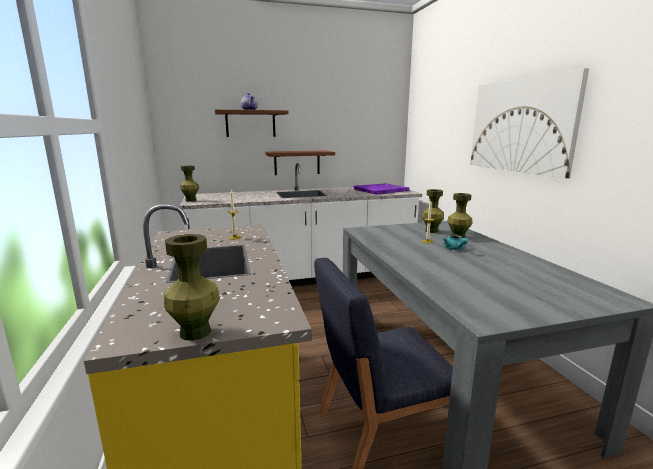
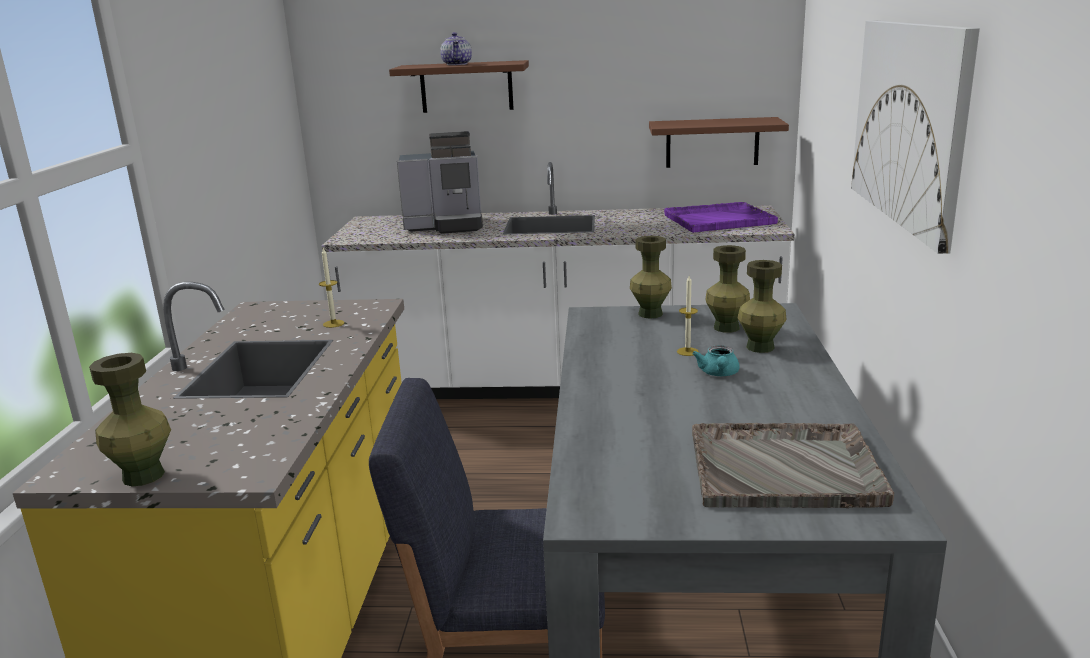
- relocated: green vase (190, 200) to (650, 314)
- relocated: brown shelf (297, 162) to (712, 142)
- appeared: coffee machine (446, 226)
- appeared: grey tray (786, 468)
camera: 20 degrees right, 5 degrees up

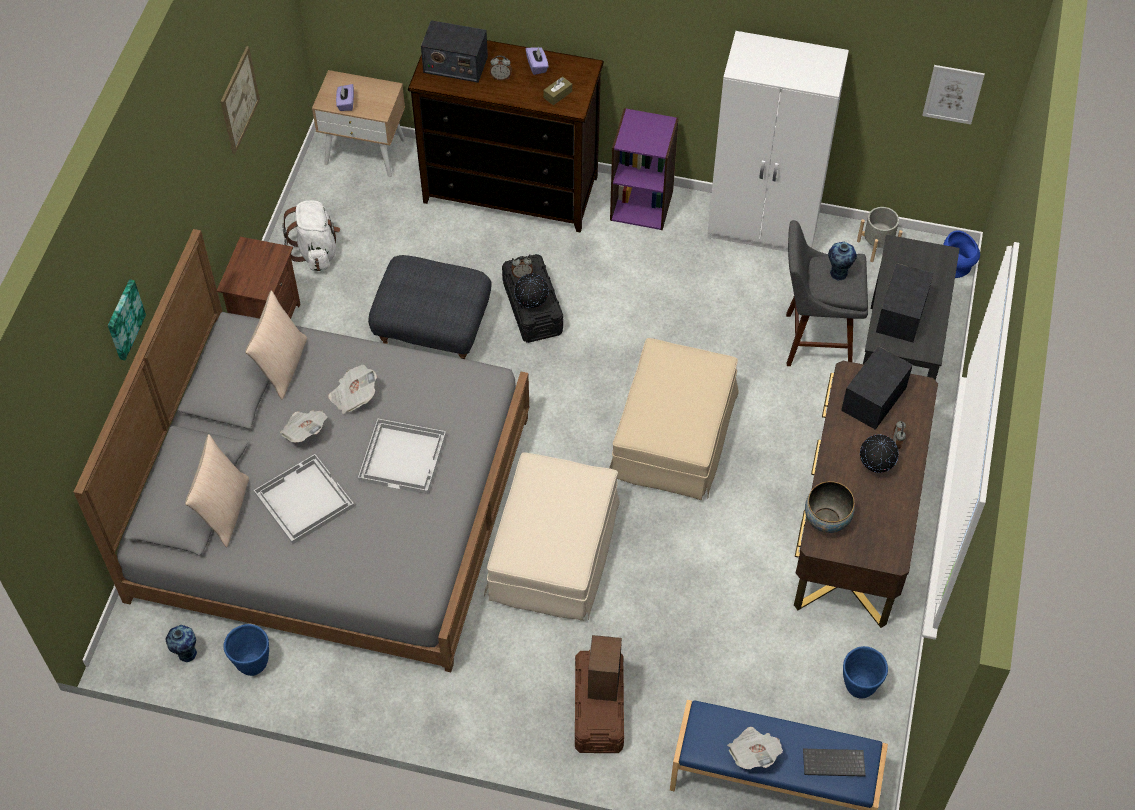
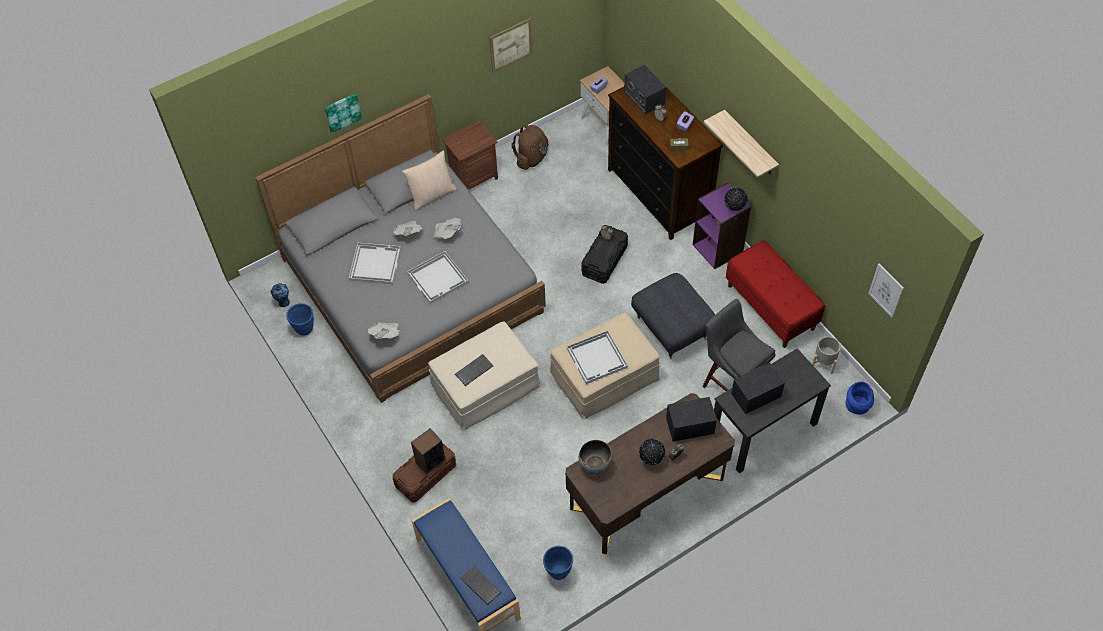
- missing: beige pillow (224, 510)
- colour: white backpack (316, 251) to brown backpack (532, 158)
- relocated: grey ottoman (433, 328) to (672, 328)
- relocated: globe (531, 303) to (734, 208)
- exchanged: white wardrobe (764, 228) to red bench (771, 307)
- relocated: newspaper (753, 753) to (386, 334)
- missing: vase (838, 274)
- appeared: keyboard (474, 369)
- appeared: white tray (597, 358)
- appeared: shelf (750, 144)
camera: 45 degrees right, 0 degrees up

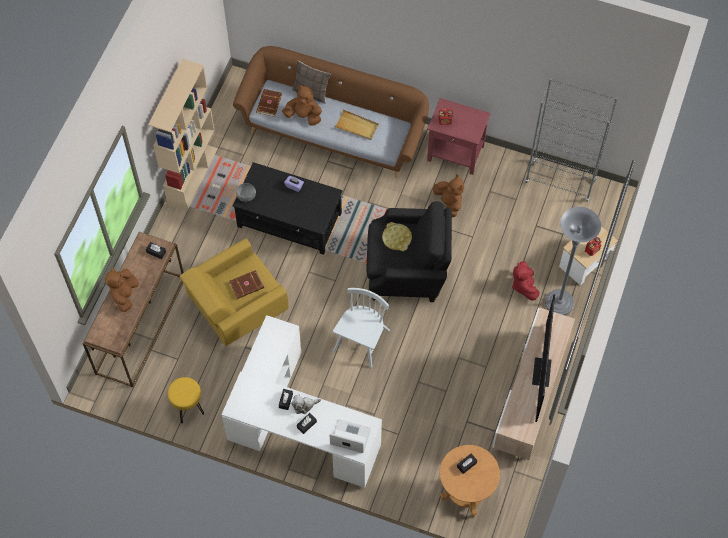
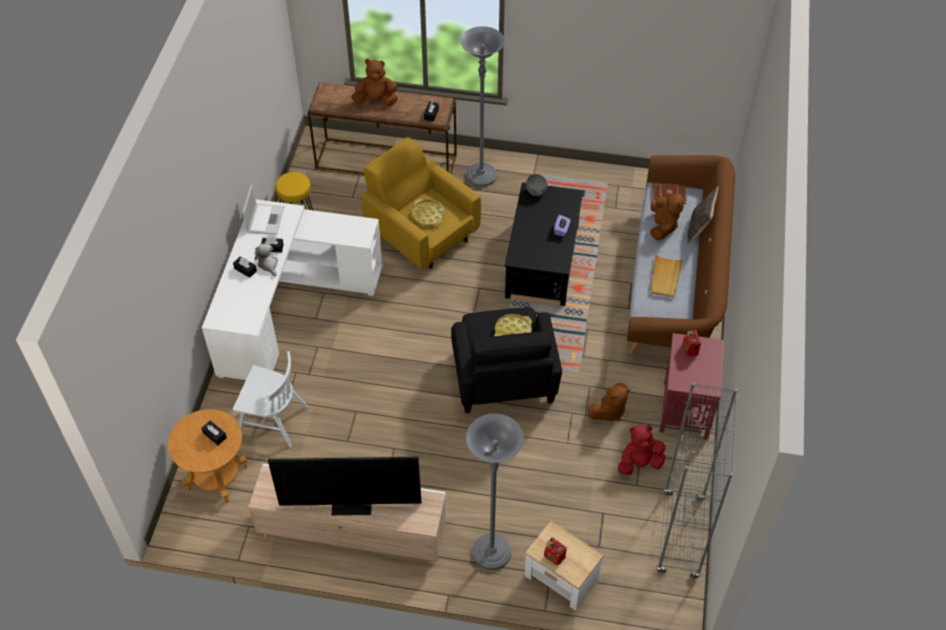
- missing: beige bookcase (192, 176)
- exchanged: brown book (247, 286) to yellow tray (428, 215)
- relocated: laptop (349, 436) to (265, 219)
- relocated: white chair (361, 341) to (273, 420)
- relocated: red plush toy (524, 286) to (639, 463)
- appeared: grey floor lamp (481, 176)
camera: 80 degrees right, 10 degrees down

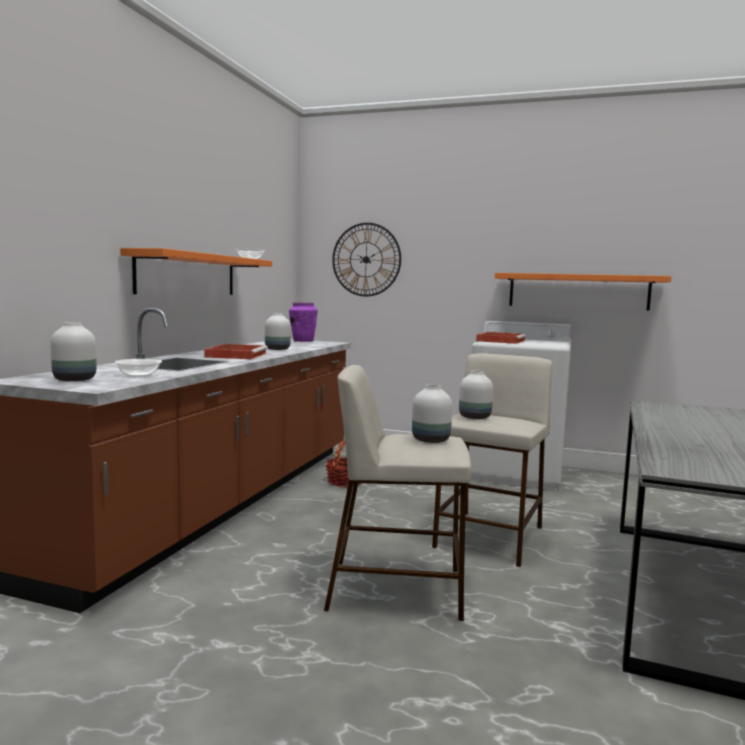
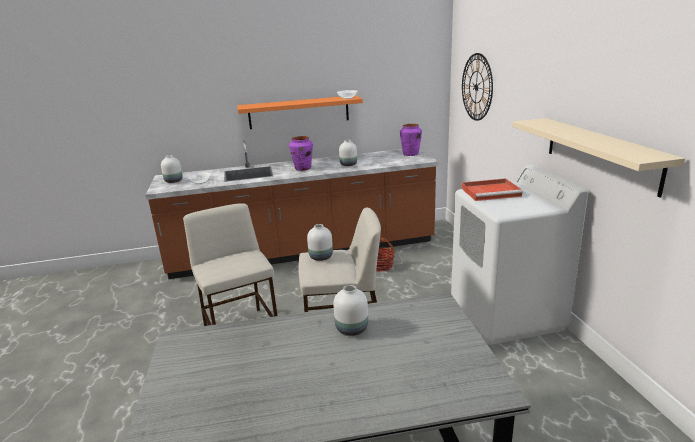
- exchanged: red tray (236, 355) to purple vase (303, 168)
- relocated: white vase (430, 440) to (351, 329)
- colour: orange shelf (578, 291) to beige shelf (600, 153)
camera: 60 degrees right, 15 degrees up

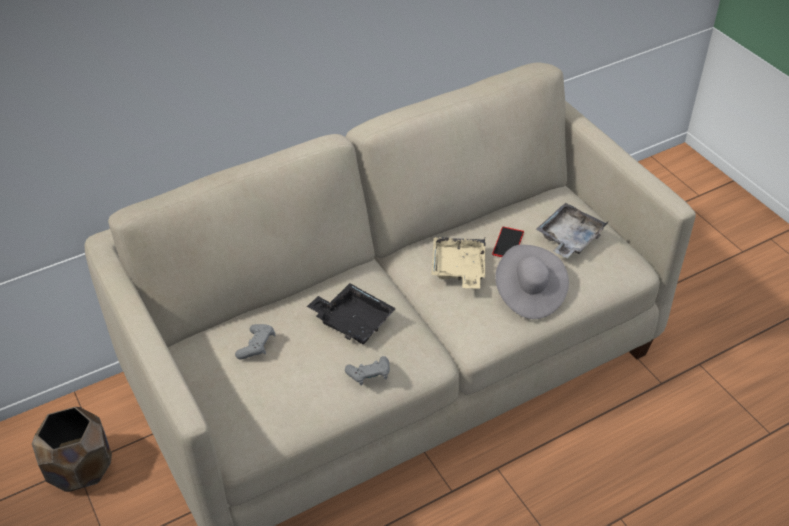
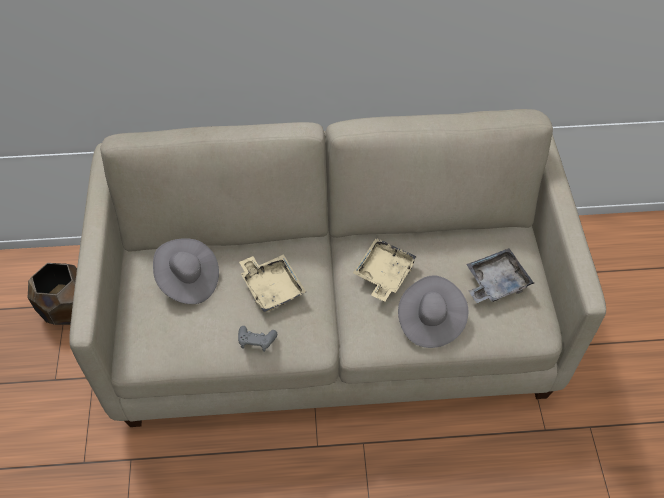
- exchanged: grey game controller (257, 347) to grey hat (188, 280)
- colour: black tray (353, 321) to beige tray (272, 287)
- missing: phone (508, 243)
camera: 25 degrees right, 10 degrees up

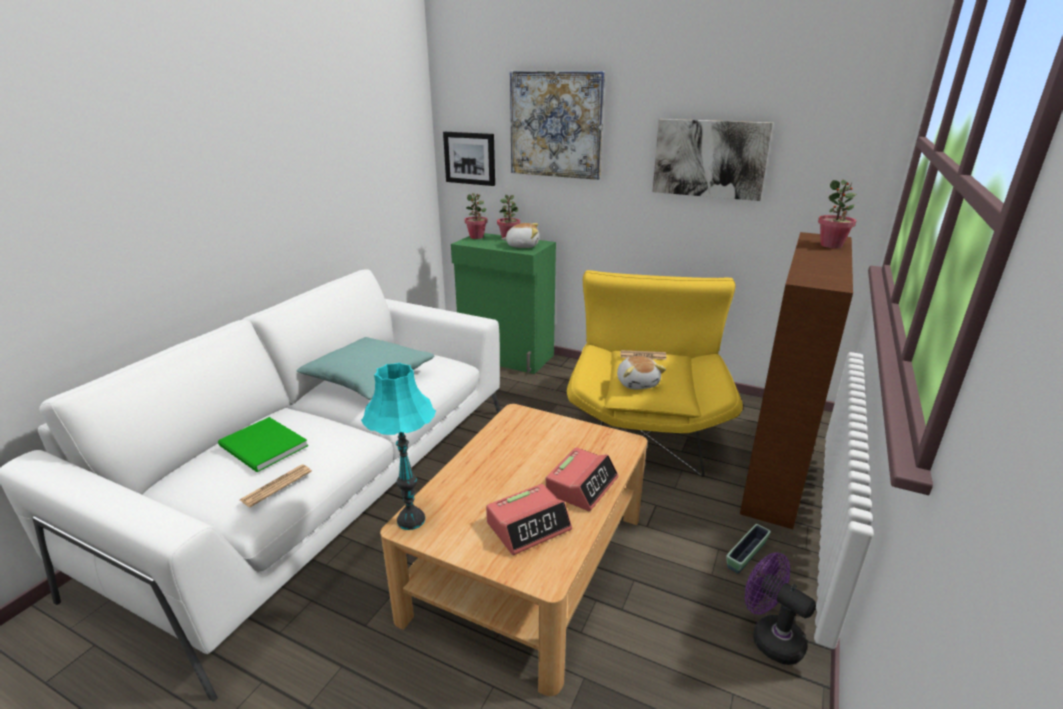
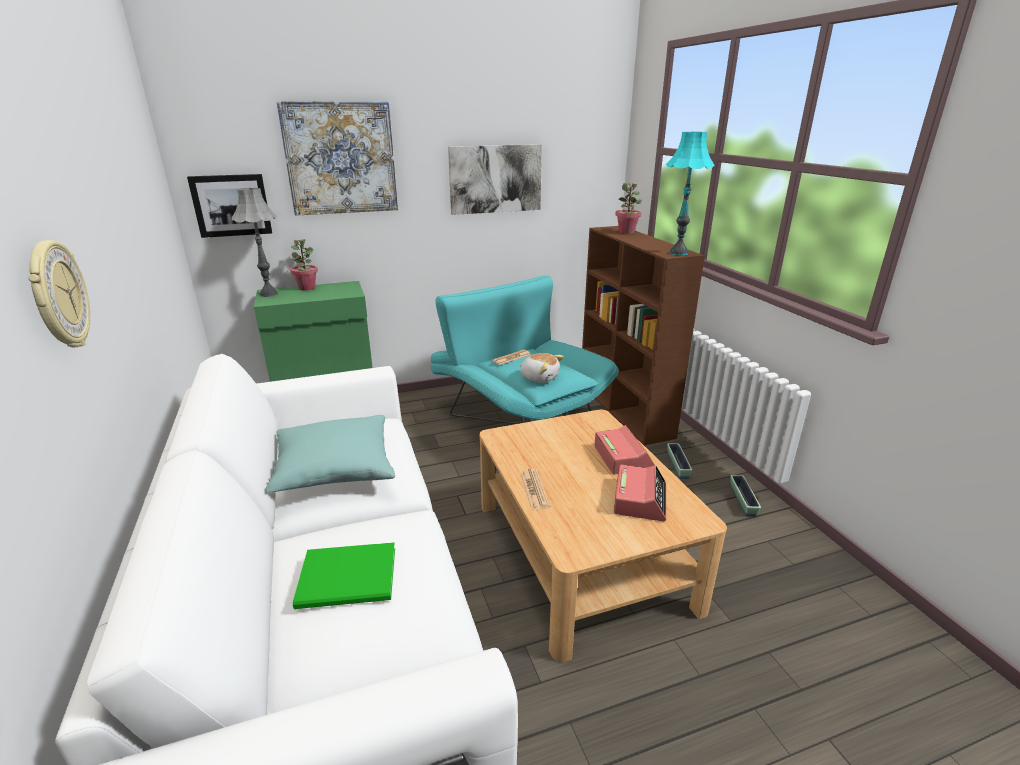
- relocated: newspaper (276, 486) to (534, 489)
- relocated: turquoise table lamp (411, 520) to (679, 253)
- exchanged: potted plant (477, 237) to grey table lamp (268, 294)
- missing: plush toy (522, 246)
- colour: yellow armchair (645, 424) to turquoise armchair (517, 418)
- exchanged: purple fan (770, 637) to planter (742, 501)
- appeared: wall clock (57, 296)
camera: 45 degrees left, 0 degrees up

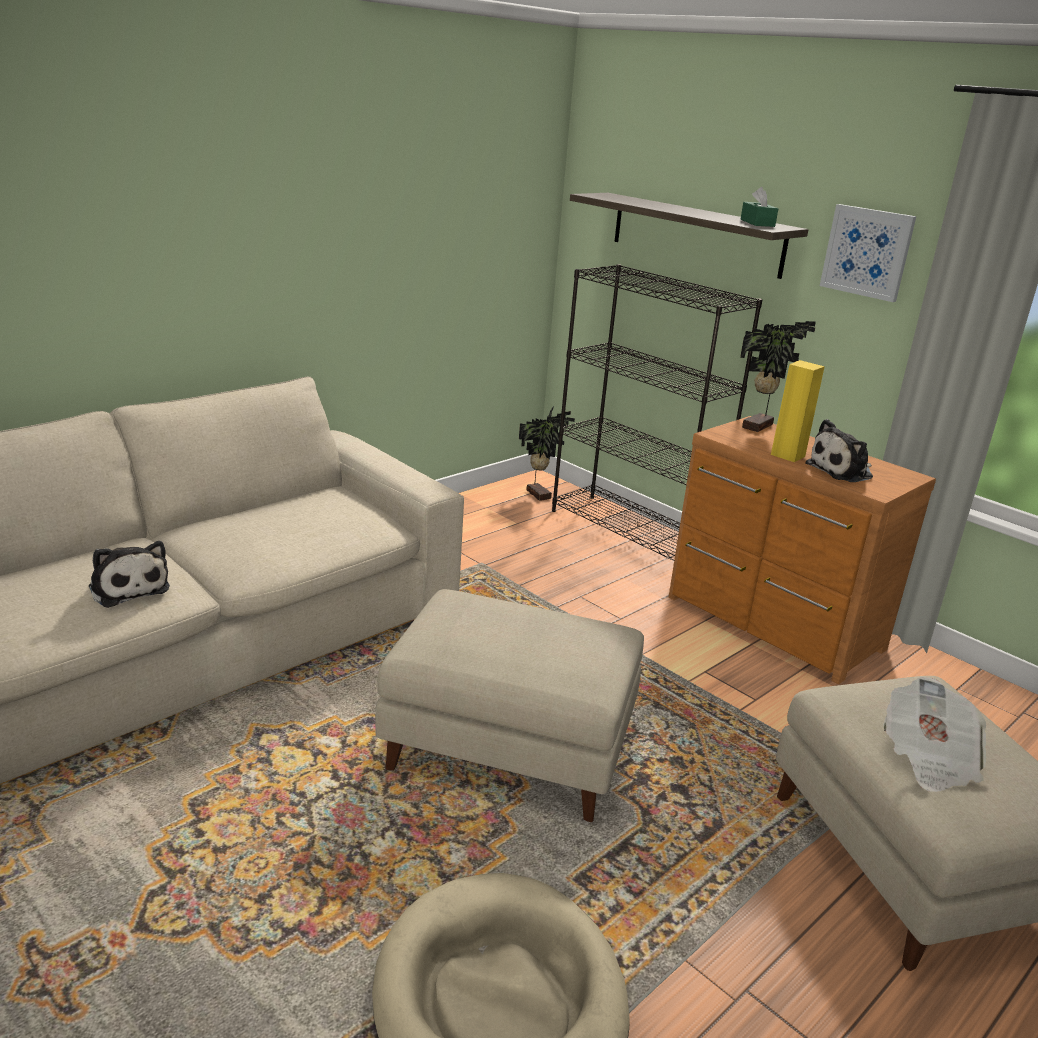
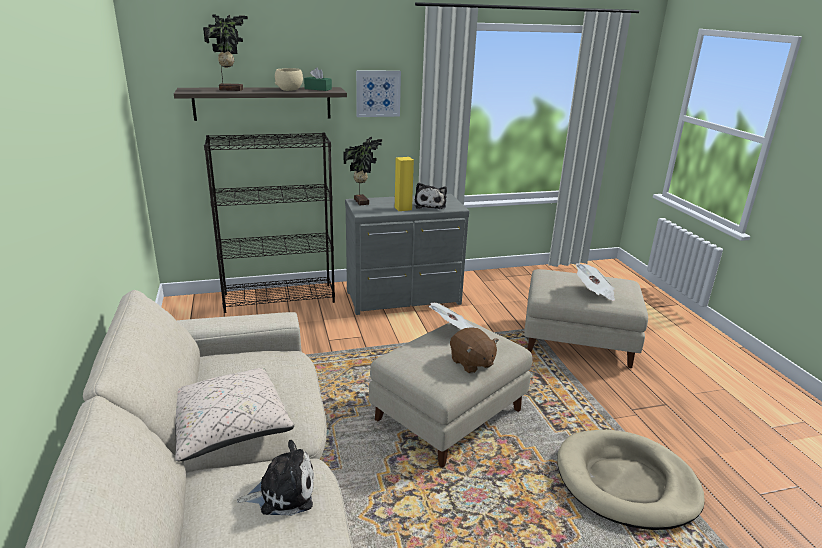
- relocated: potted plant (539, 494) to (231, 89)
- colour: brown dresser (772, 625) to grey dresser (405, 299)
- appeared: beige pillow (227, 427)
- appeared: beige bowl (289, 90)
- appeared: newspaper (453, 329)
- appeared: brown plush toy (471, 363)
camera: 60 degrees left, 0 degrees up

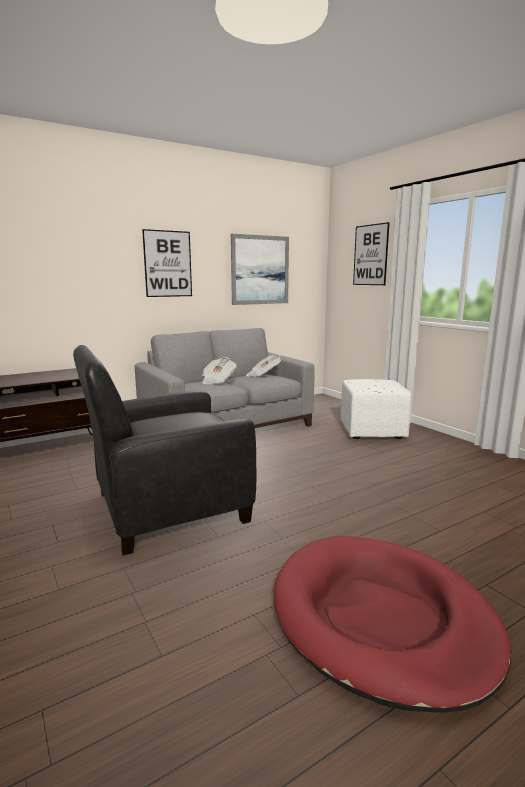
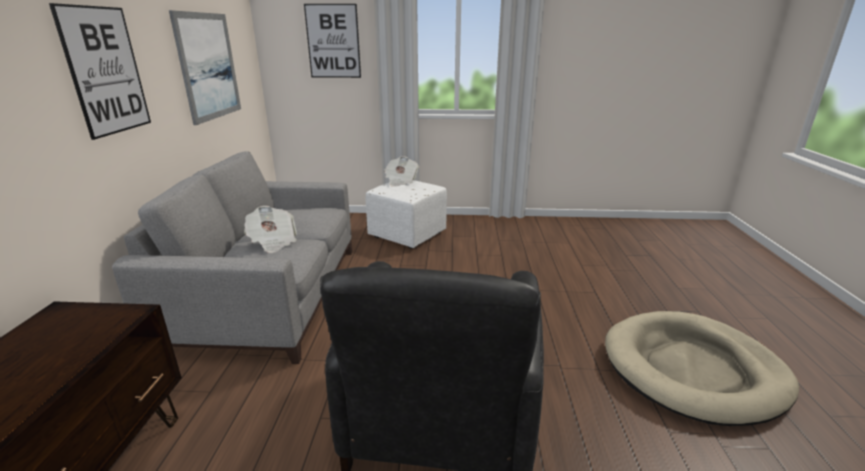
- relocated: newspaper (263, 375) to (401, 181)
- colour: red dog bed (381, 620) to beige dog bed (692, 370)
camera: 55 degrees left, 10 degrees up

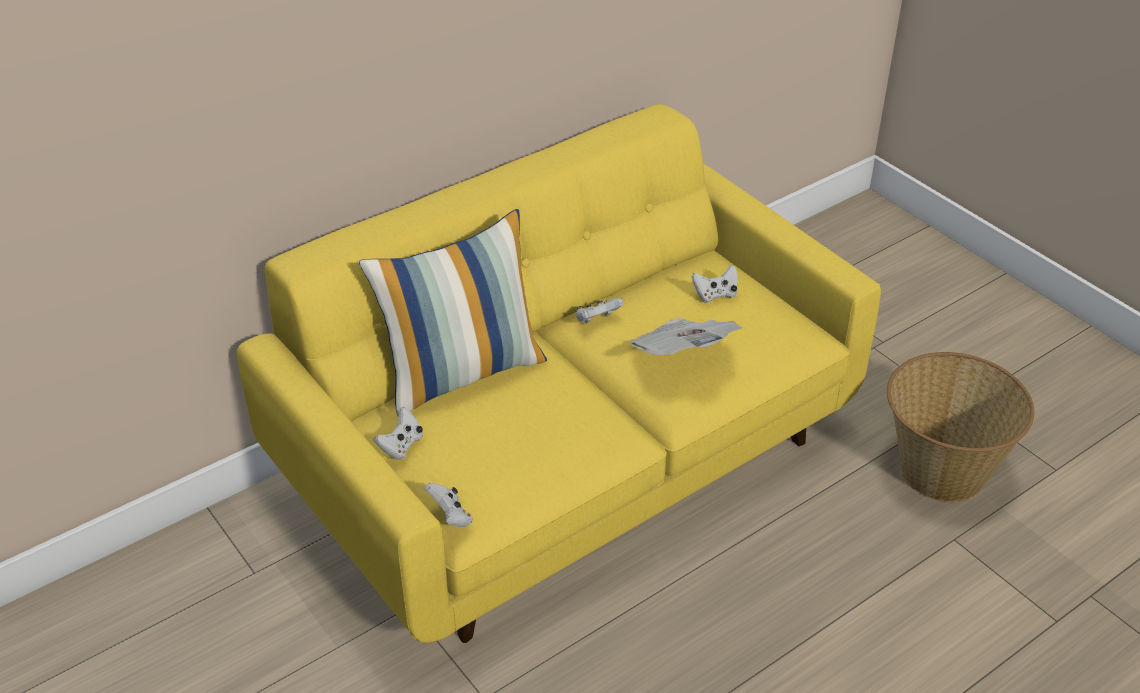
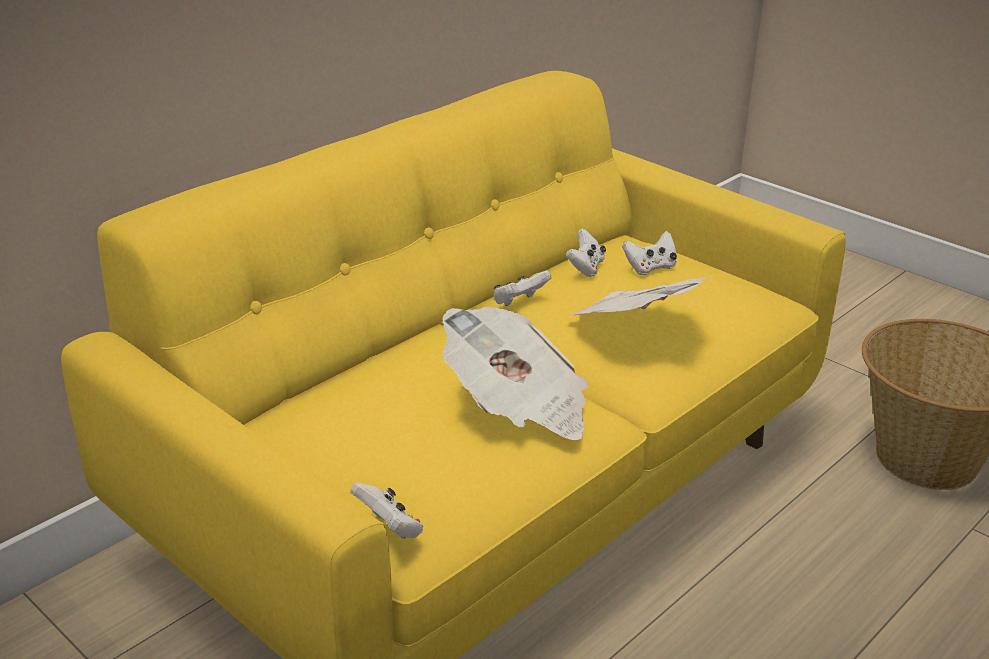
- missing: pillow (462, 372)
- relocated: white game controller (401, 446) to (585, 268)
- appeared: newspaper (518, 407)
camera: 10 degrees left, 10 degrees down

